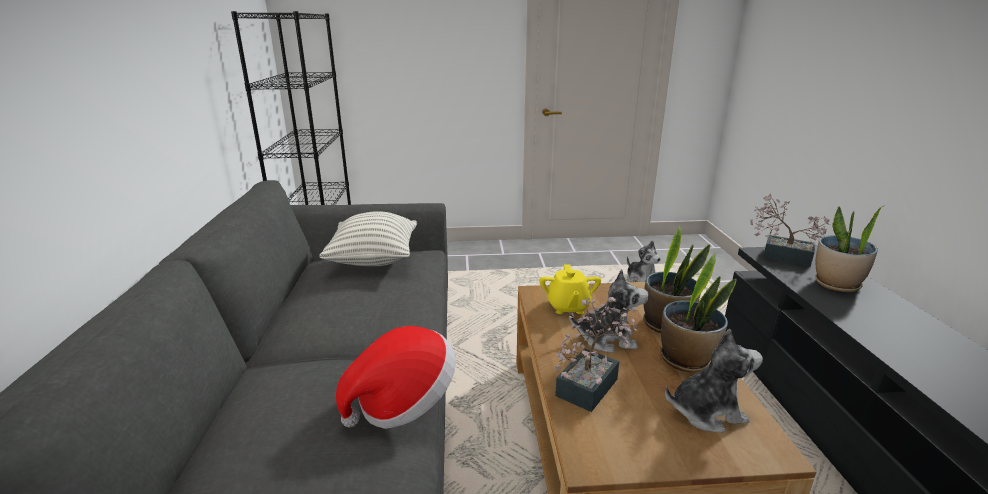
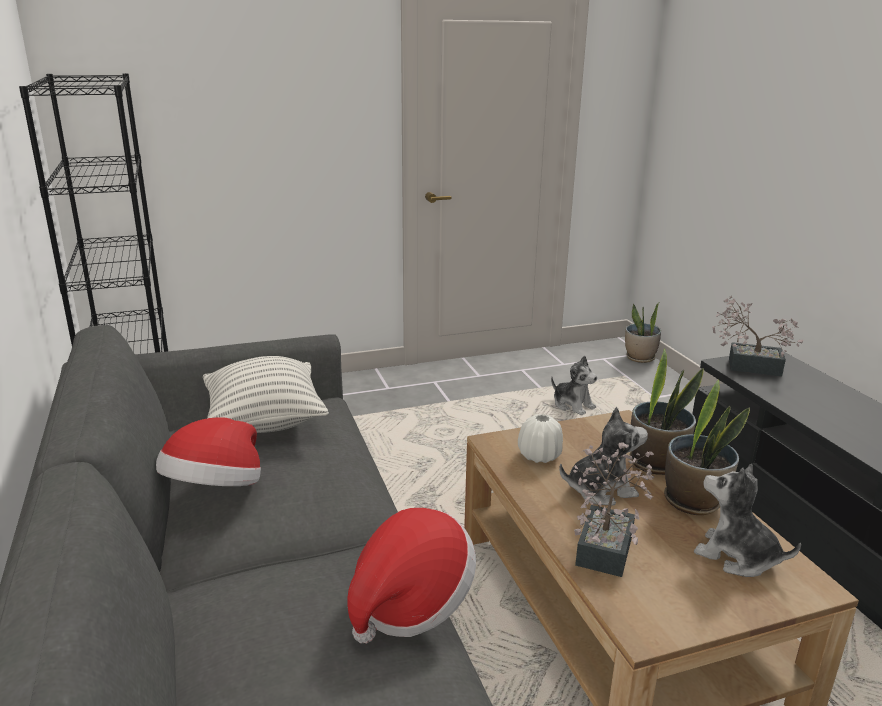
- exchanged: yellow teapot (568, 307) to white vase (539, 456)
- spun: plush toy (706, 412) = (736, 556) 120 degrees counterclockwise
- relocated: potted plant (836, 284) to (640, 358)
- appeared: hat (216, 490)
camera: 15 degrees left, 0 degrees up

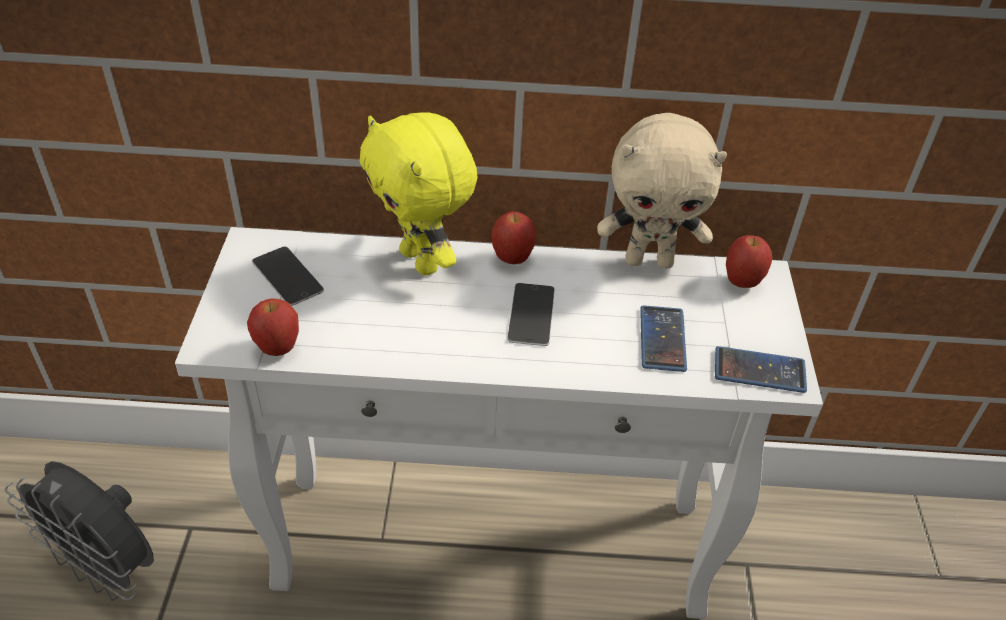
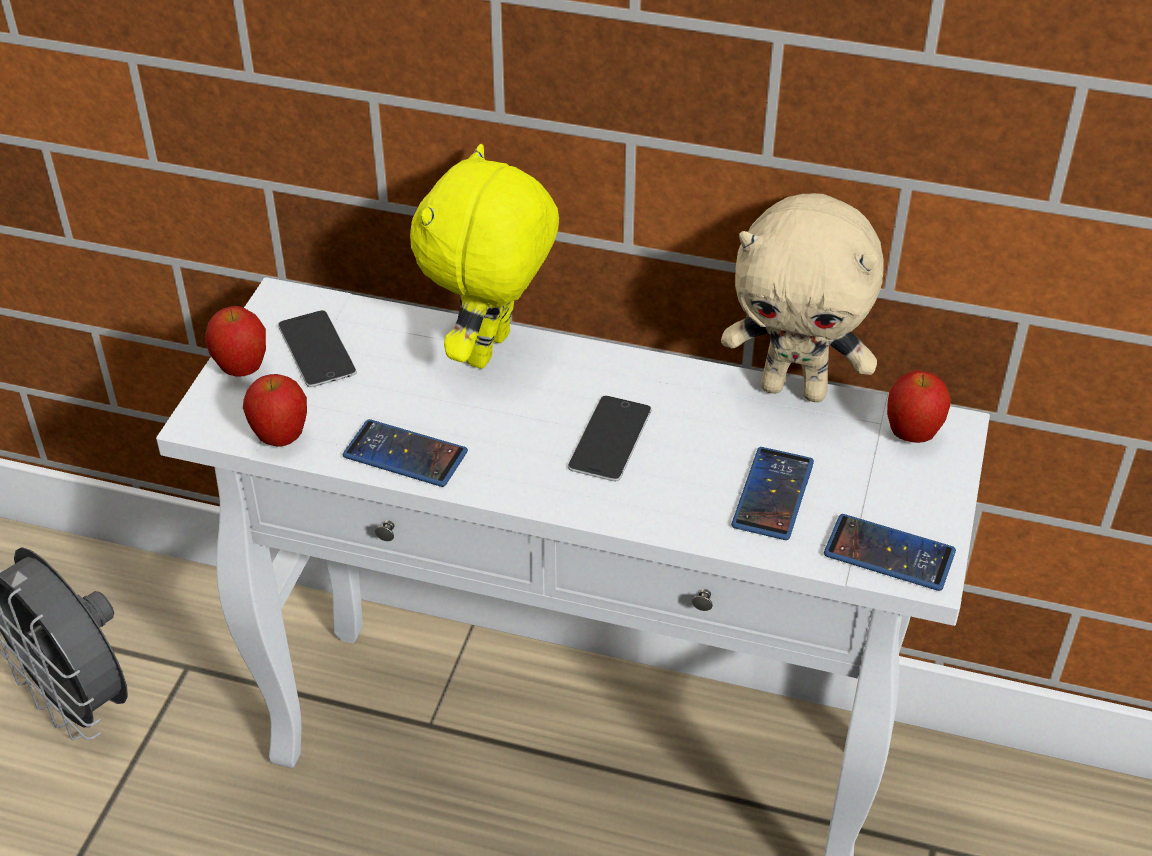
- spun: yellow plush toy (422, 261) = (491, 351) 45 degrees clockwise
- relocated: apple (512, 259) to (242, 370)
- appeared: phone (405, 454)
camera: 15 degrees right, 0 degrees up

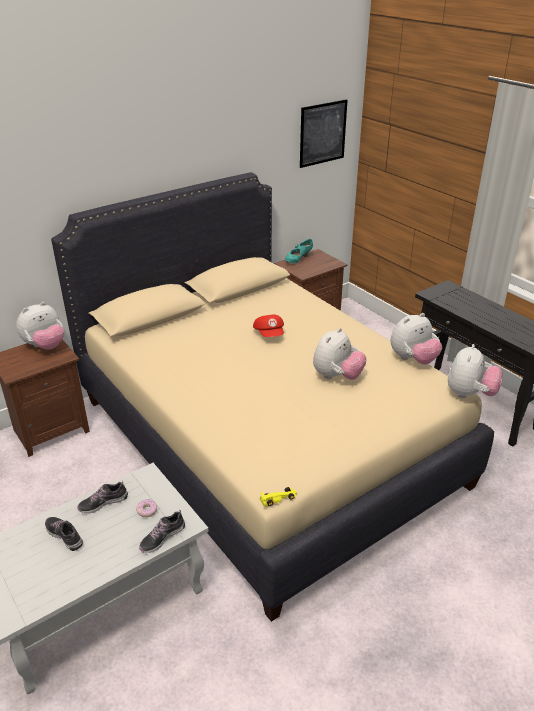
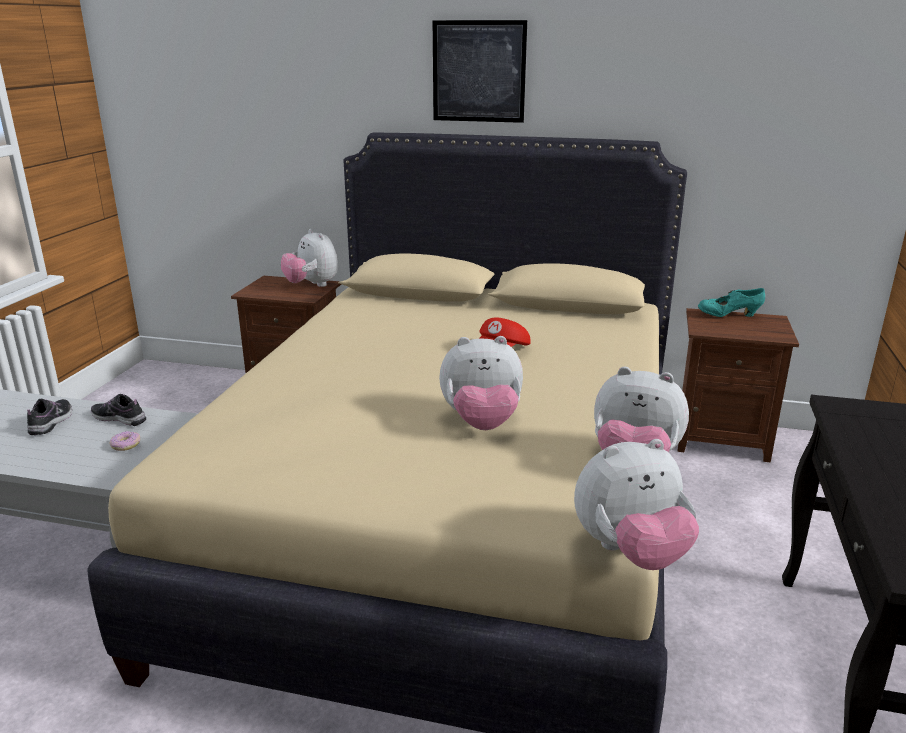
- spun: plush toy (45, 346) = (312, 285) 45 degrees clockwise
- missing: shoe (162, 537)
- missing: yellow toy car (278, 498)
- relocated: picture (323, 133) to (478, 71)
camera: 50 degrees right, 10 degrees down

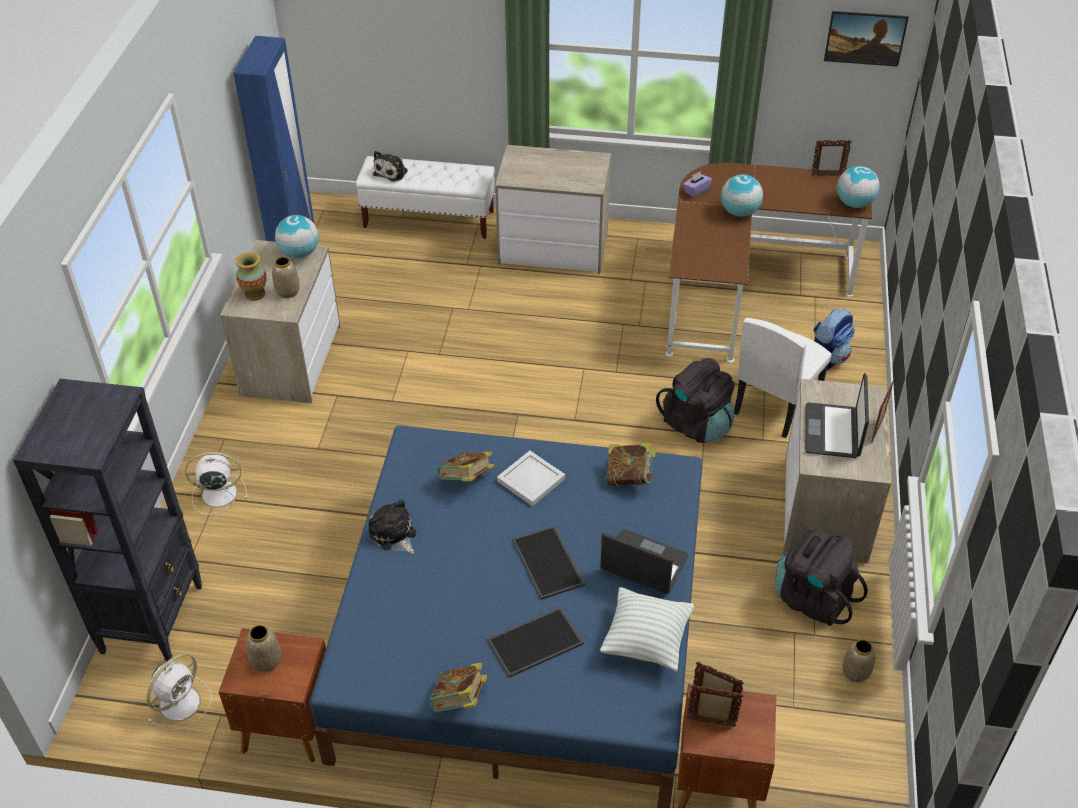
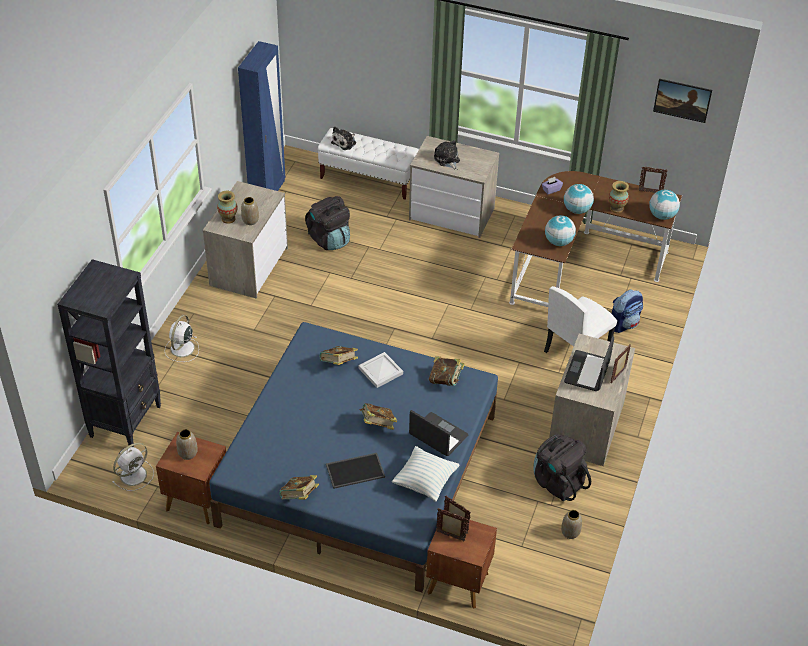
- spun: white fan (217, 494) = (182, 349) 75 degrees counterclockwise
- relocated: globe (299, 253) to (558, 242)
- relocated: plush toy (393, 535) to (447, 160)
- exchanged: tray (549, 562) to book (377, 425)
- relocated: black backpack (696, 424) to (329, 239)
- appeared: vase (616, 208)
camera: 10 degrees right, 0 degrees up

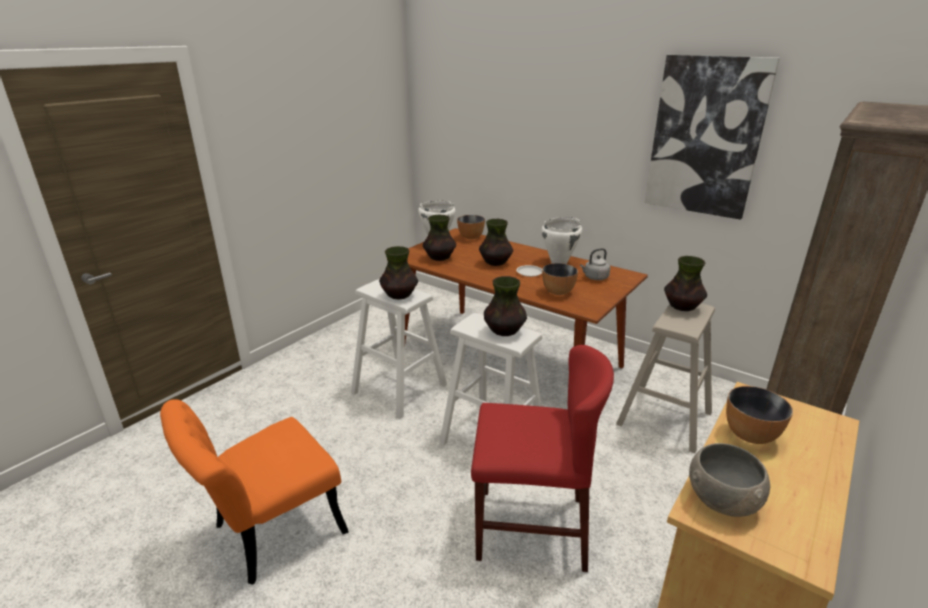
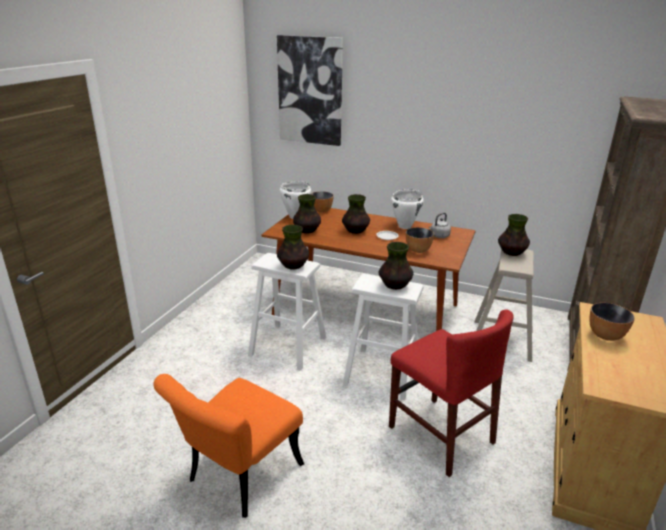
- spun: red chair (530, 528) = (440, 434) 60 degrees clockwise
- relocated: picture (705, 137) to (310, 91)
- missing: grey bowl (722, 498)
camera: 15 degrees left, 0 degrees up

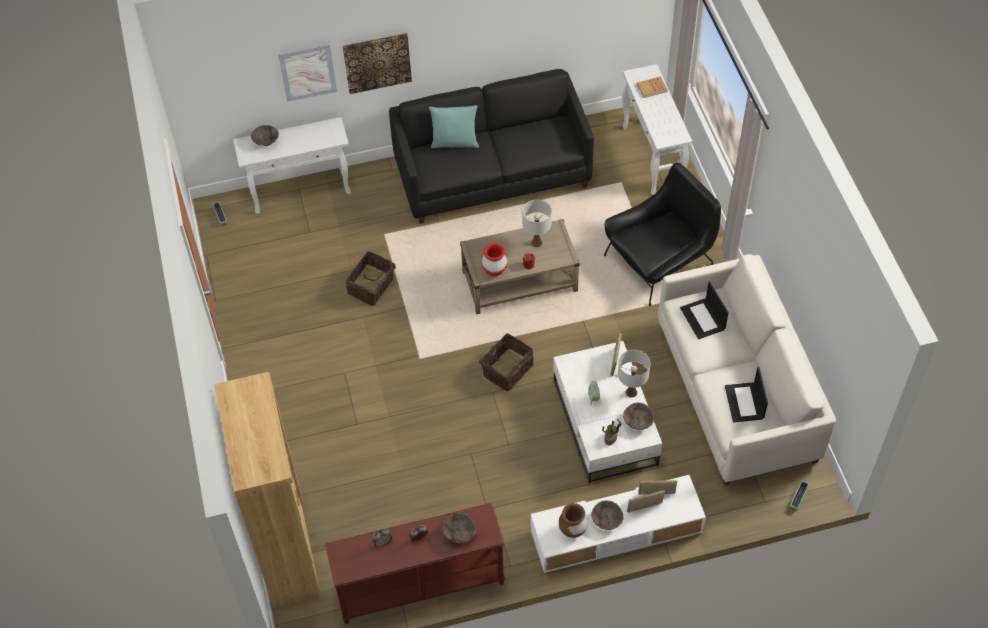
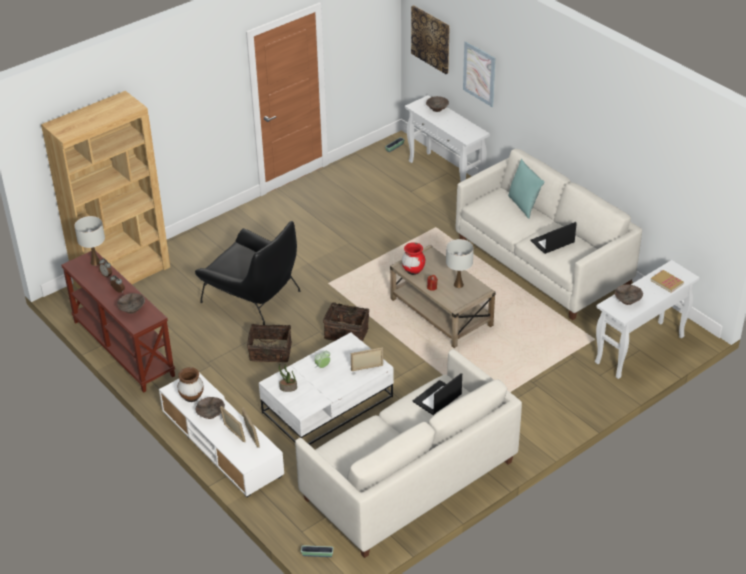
- relocated: picture (377, 62) to (431, 39)
- relocated: basket (372, 286) to (270, 352)
- colour: black sofa (492, 173) to white sofa (542, 263)
- relocated: black armchair (660, 261) to (252, 295)
- relocated: white table lamp (631, 392) to (95, 262)
- relocated: brown bowl (637, 421) to (627, 300)
- relocated: laptop (745, 403) to (552, 242)
camera: 65 degrees right, 15 degrees down

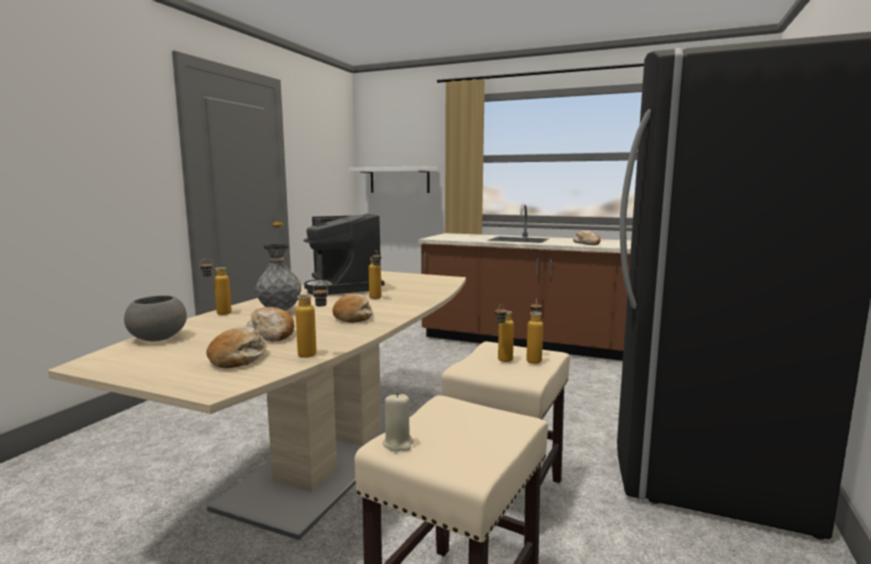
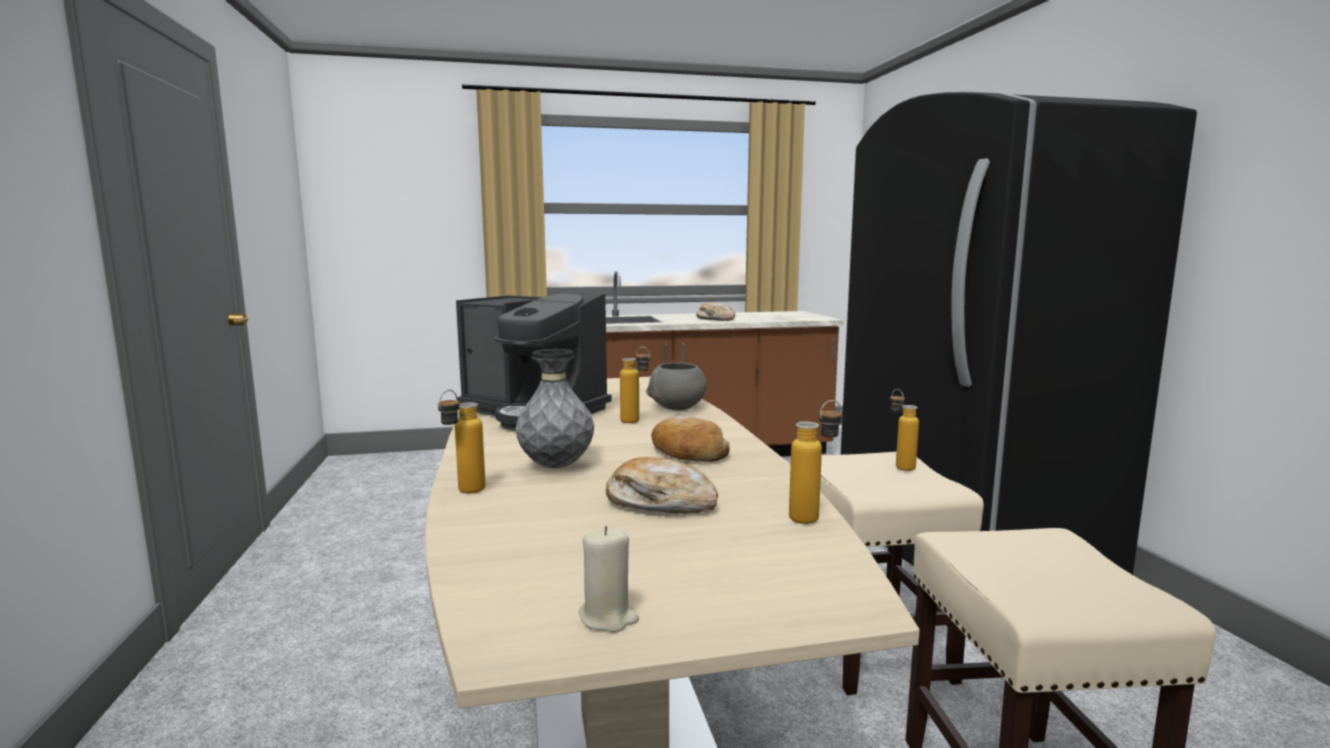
- relocated: grey bowl (157, 338) to (677, 407)
- missing: bread (239, 358)
- missing: white shelf (399, 180)
- relocated: beige candle (398, 443) to (608, 617)
- missing: bottle (502, 361)
camera: 35 degrees left, 0 degrees up

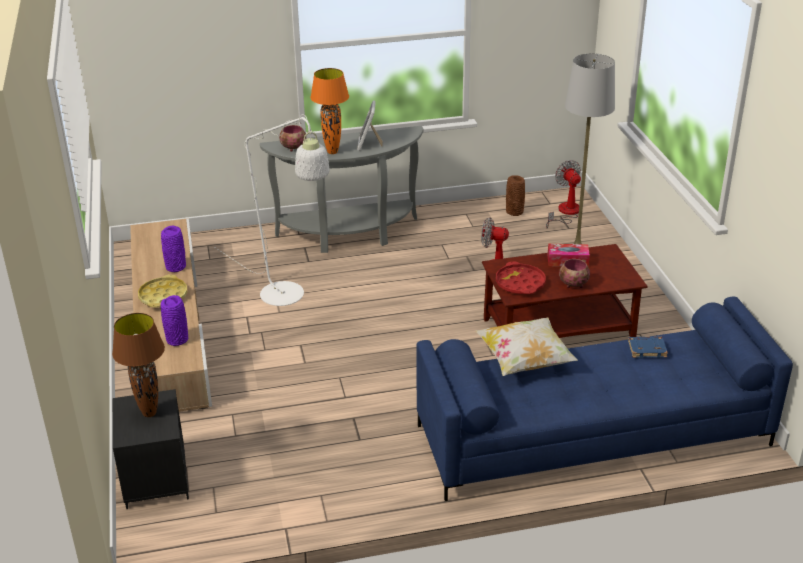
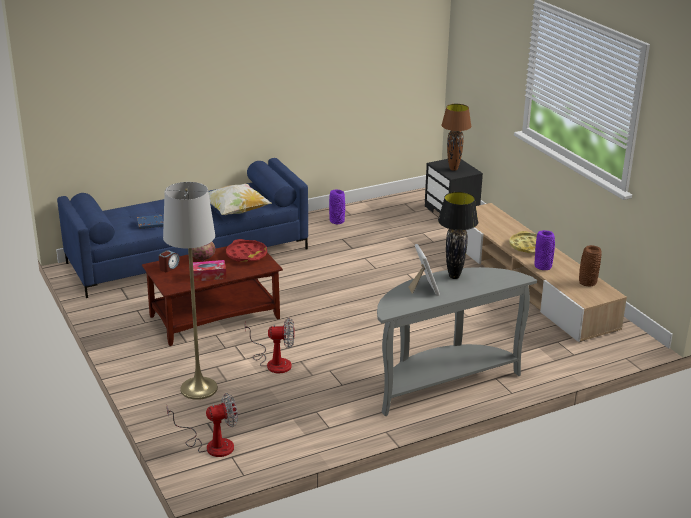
- relocated: purple vase (177, 339) to (337, 221)
- missing: white floor lamp (289, 298)
- missing: bowl (293, 148)
- colour: orange table lamp (332, 152) to black table lamp (454, 276)
- relocated: brown vase (515, 212) to (587, 282)
- spun: fan (565, 213) = (211, 444) 75 degrees counterclockwise
- appeared: alarm clock (169, 267)
camera: 165 degrees right, 5 degrees down

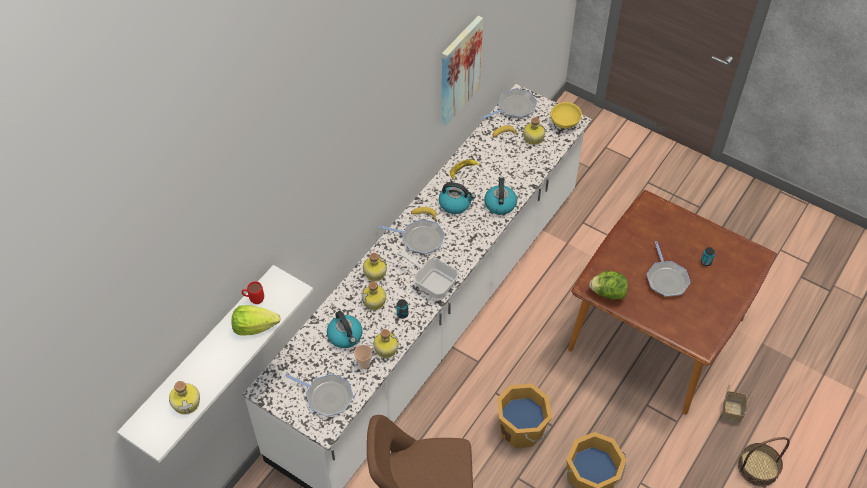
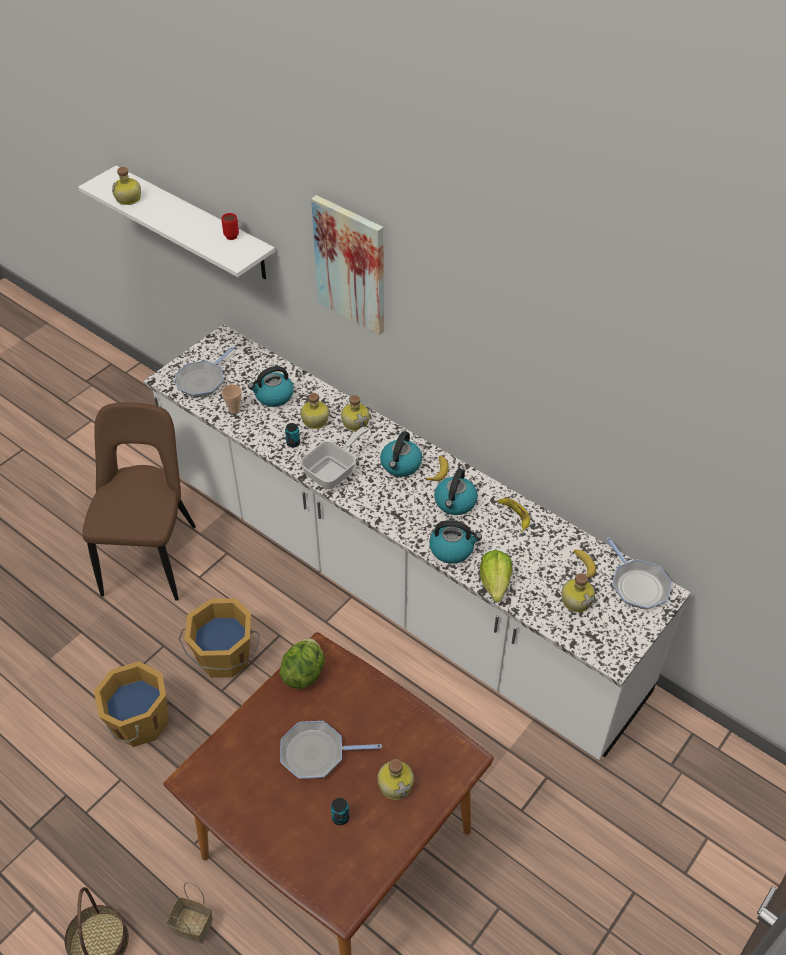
- relocated: lettuce (254, 327) to (495, 583)
- relocated: bottle (385, 348) to (396, 784)
- exchanged: frying pan (420, 239) to kettle (401, 465)
- relocated: picture (459, 70) to (351, 265)
- missing: yellow bowl (565, 123)
camera: 95 degrees right, 5 degrees down

